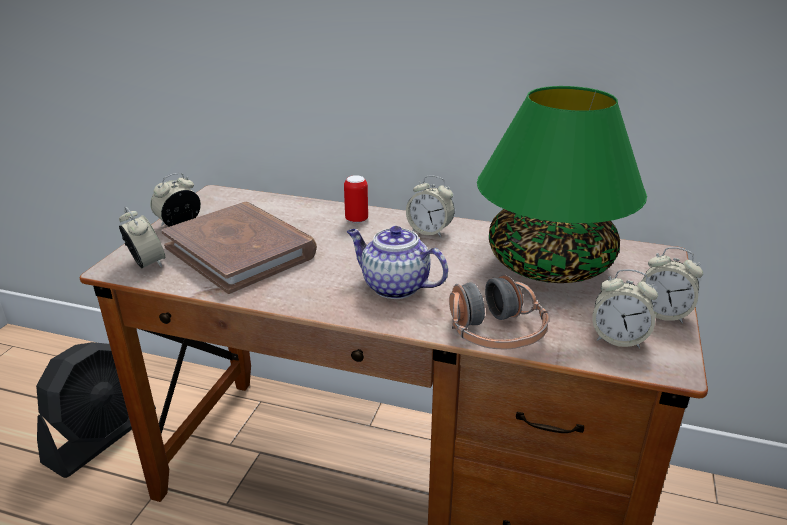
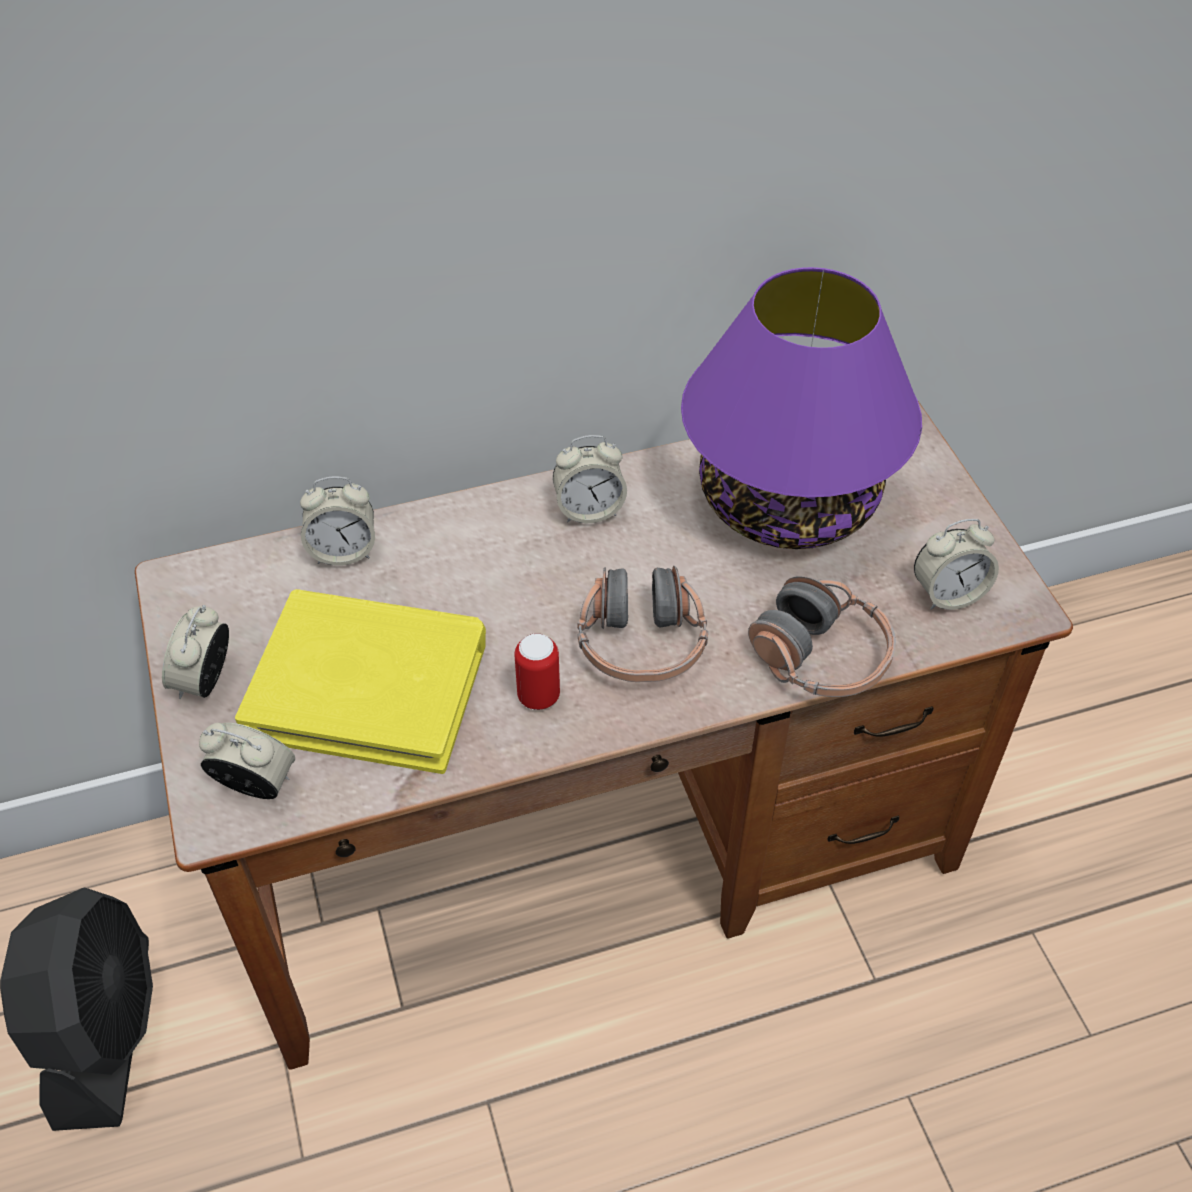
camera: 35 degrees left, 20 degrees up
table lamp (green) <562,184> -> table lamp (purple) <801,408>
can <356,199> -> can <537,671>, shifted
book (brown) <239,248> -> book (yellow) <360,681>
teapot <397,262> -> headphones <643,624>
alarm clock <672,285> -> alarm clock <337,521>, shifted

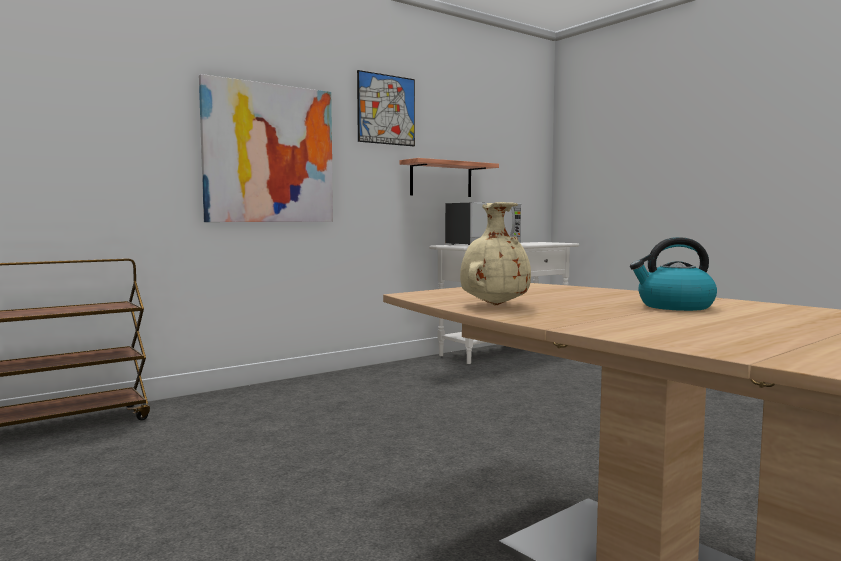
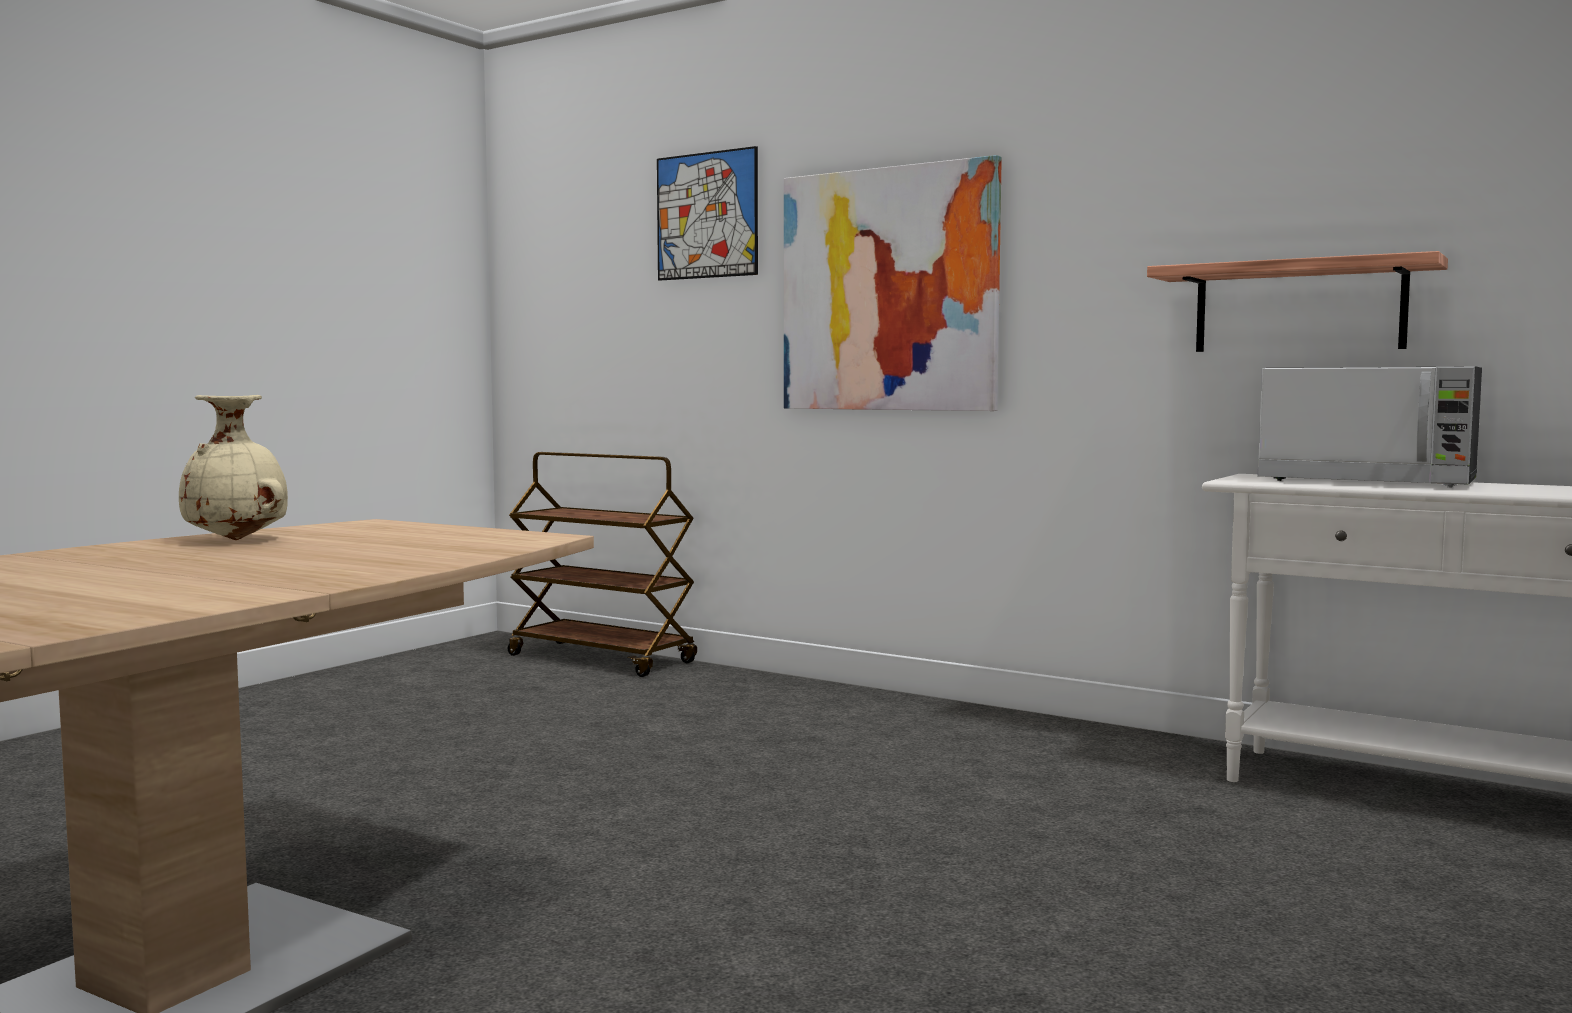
camera: 70 degrees right, 0 degrees up
picture <386,108> -> picture <707,213>, shifted
kettle <673,274> -> none

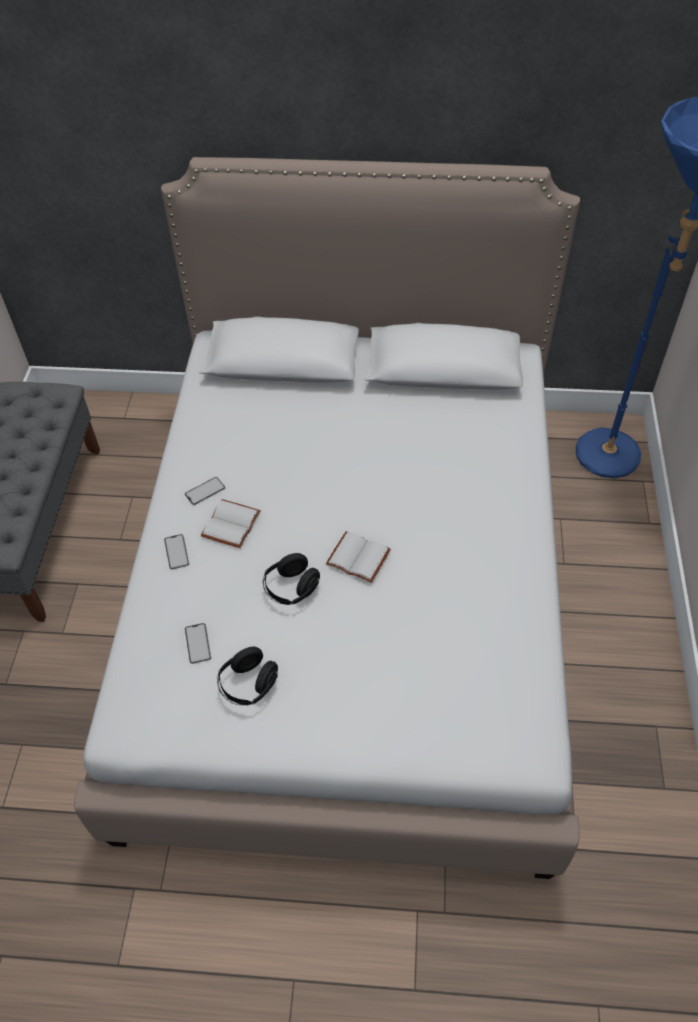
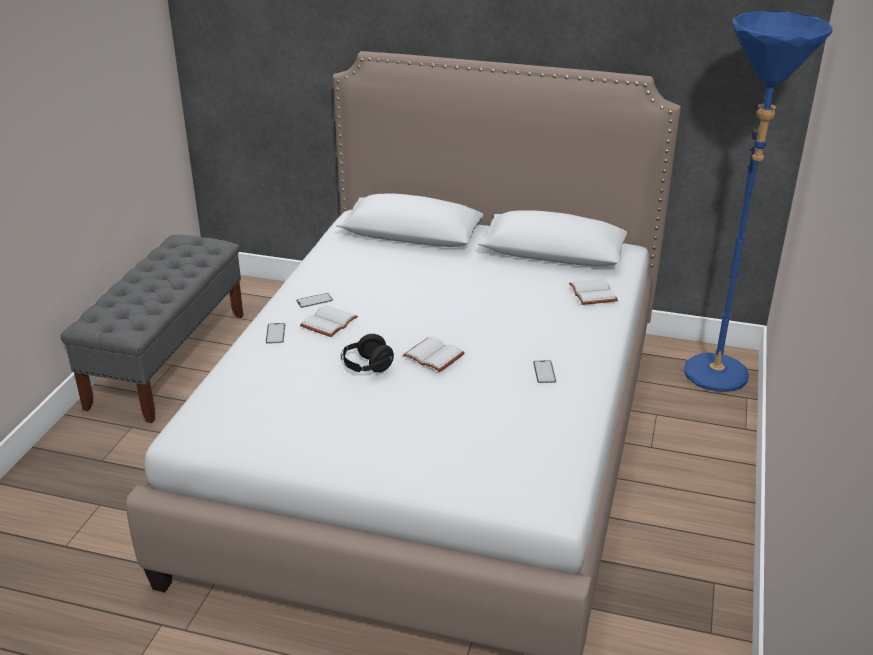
camera: 10 degrees right, 20 degrees down
phone <198,643> -> phone <544,372>, shifted
headphones (black) <247,676> -> none
none -> book (white) <593,292>

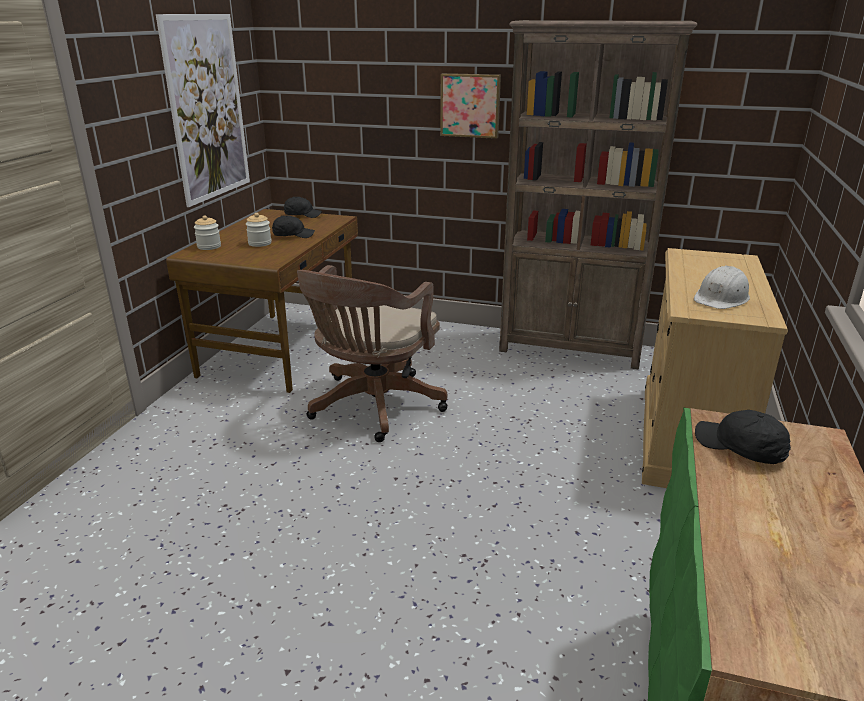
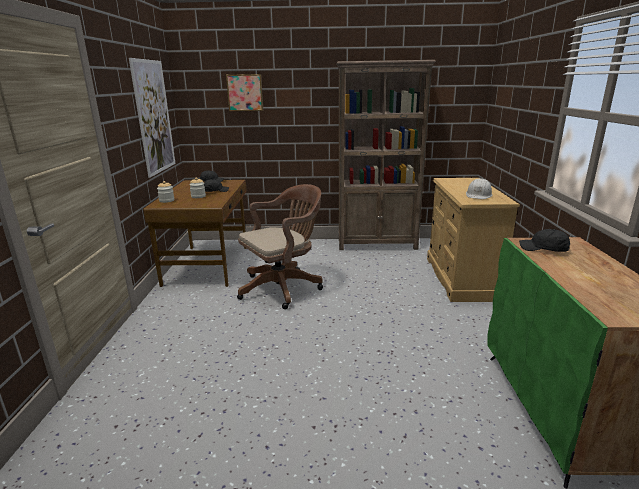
camera: 15 degrees left, 5 degrees down
picture <470,106> -> picture <244,92>, shifted
office chair (brown) <372,353> -> office chair (brown) <280,246>, 135 degrees counterclockwise

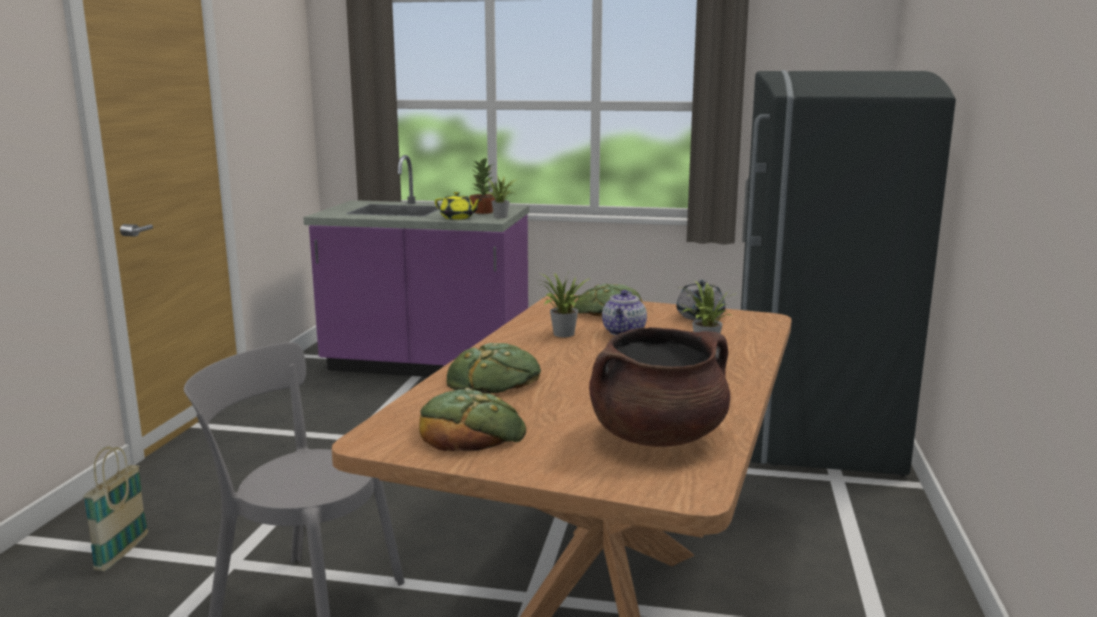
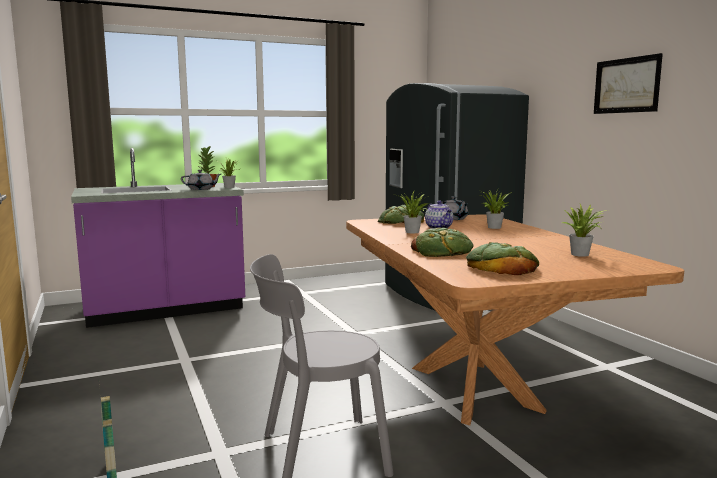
camera: 35 degrees left, 5 degrees down
teapot (yellow) <458,206> -> teapot (grey) <201,180>
cooking pot (brown) <659,387> -> potted plant <584,230>
none -> picture <628,83>

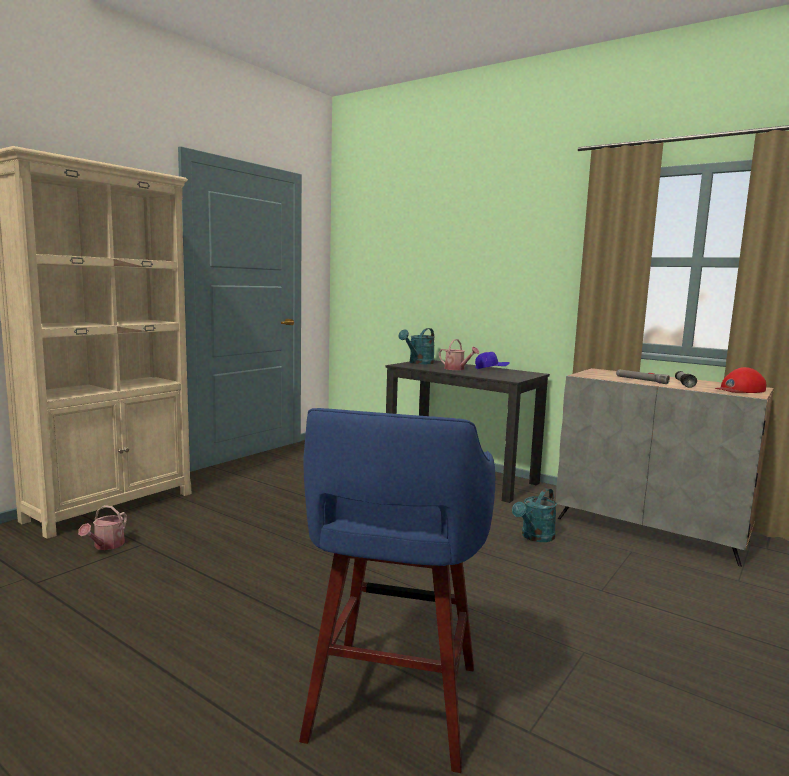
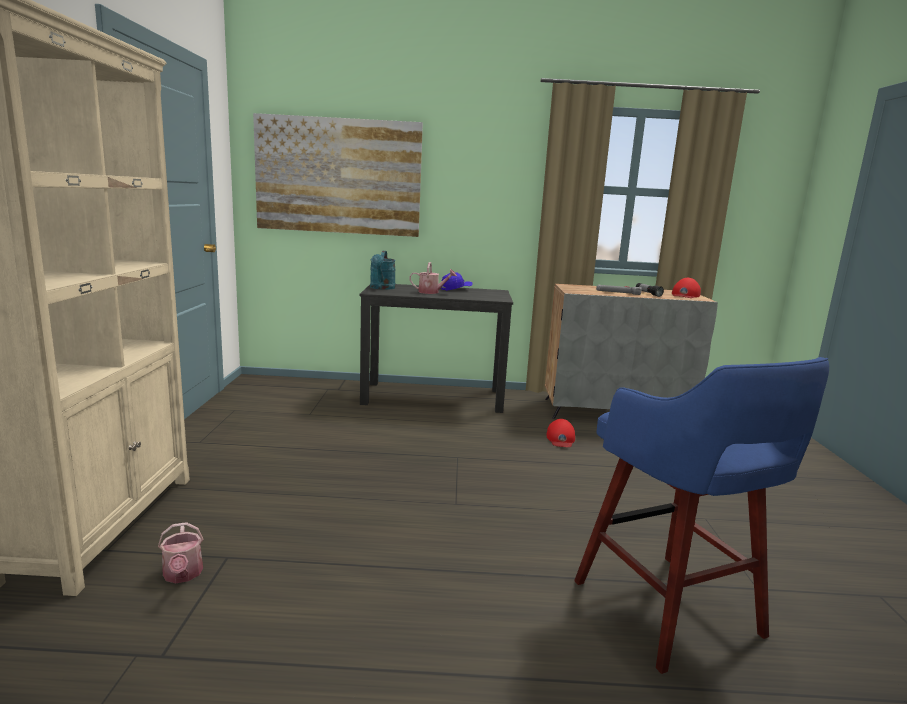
camera: 35 degrees left, 5 degrees up
watering can (turquoise) <534,515> -> cap (red) <560,433>
none -> picture <338,175>

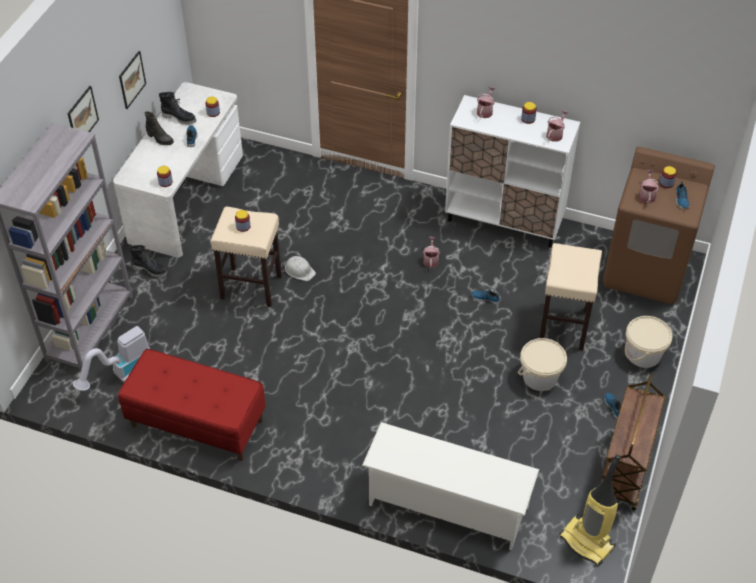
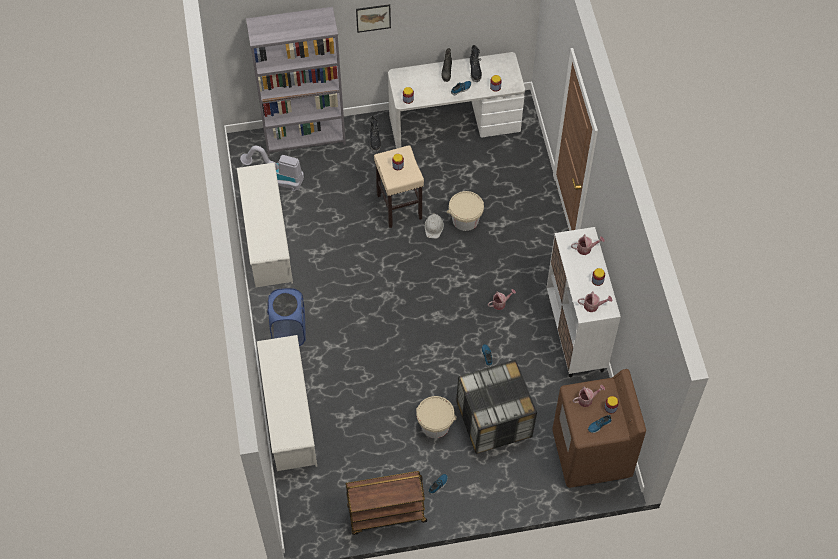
camera: 60 degrees right, 10 degrees up
picture <132,80> -> none
stool (beige) <571,296> -> storage box <496,407>
bucket (beige) <648,342> -> bucket (beige) <465,211>, shifted
bench (red) <192,405> -> shoe rack (white) <265,225>
vacuum cleaner <590,510> -> none
none -> laundry basket (blue) <286,317>

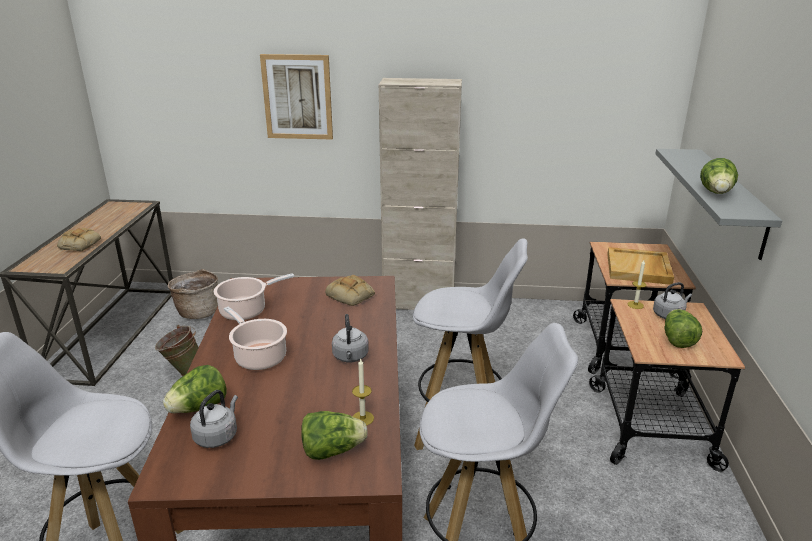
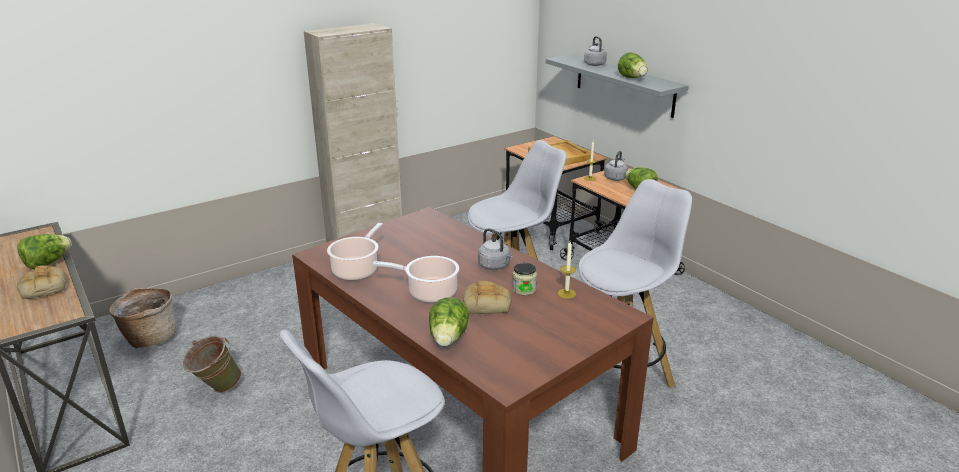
camera: 40 degrees left, 0 degrees up
picture <296,96> -> none
bread <350,290> -> bread <487,297>, shifted
kettle (grey) <214,419> -> kettle (grey) <595,51>, shifted
lettuce <334,435> -> lettuce <44,251>, shifted
none -> jar <524,279>

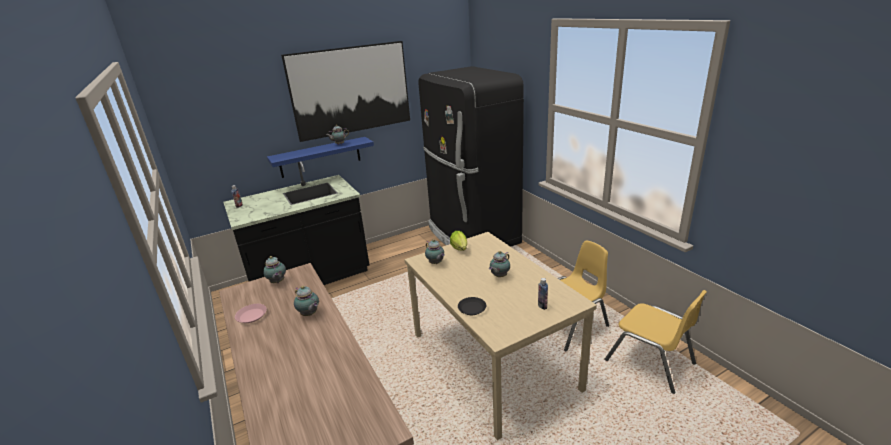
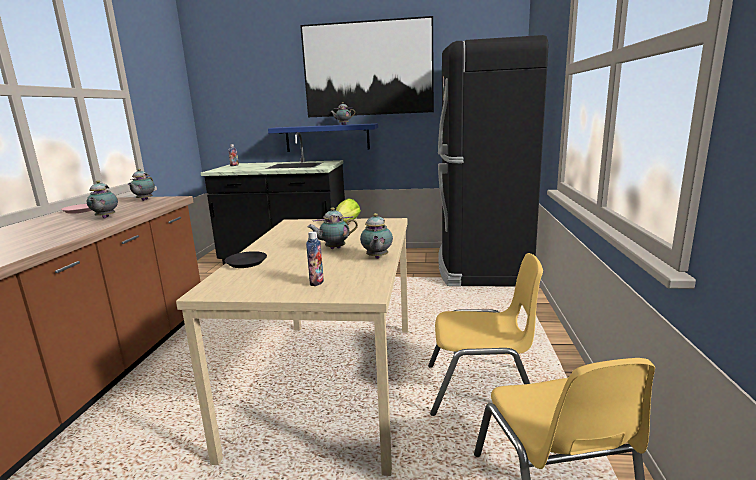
camera: 35 degrees right, 10 degrees down
teapot <435,251> -> teapot <376,236>, shifted

